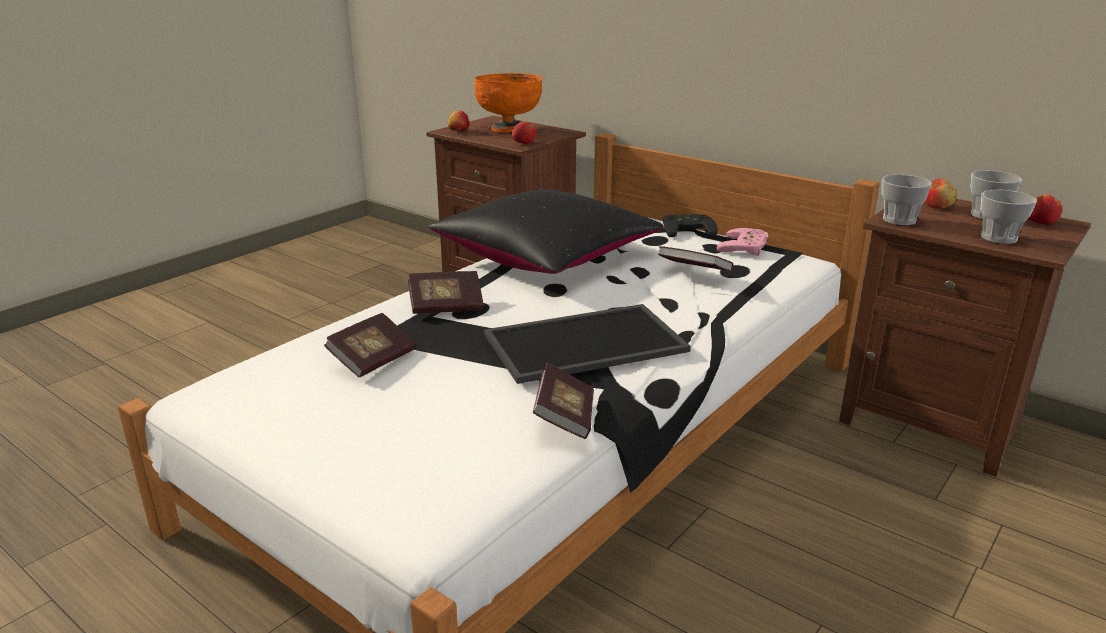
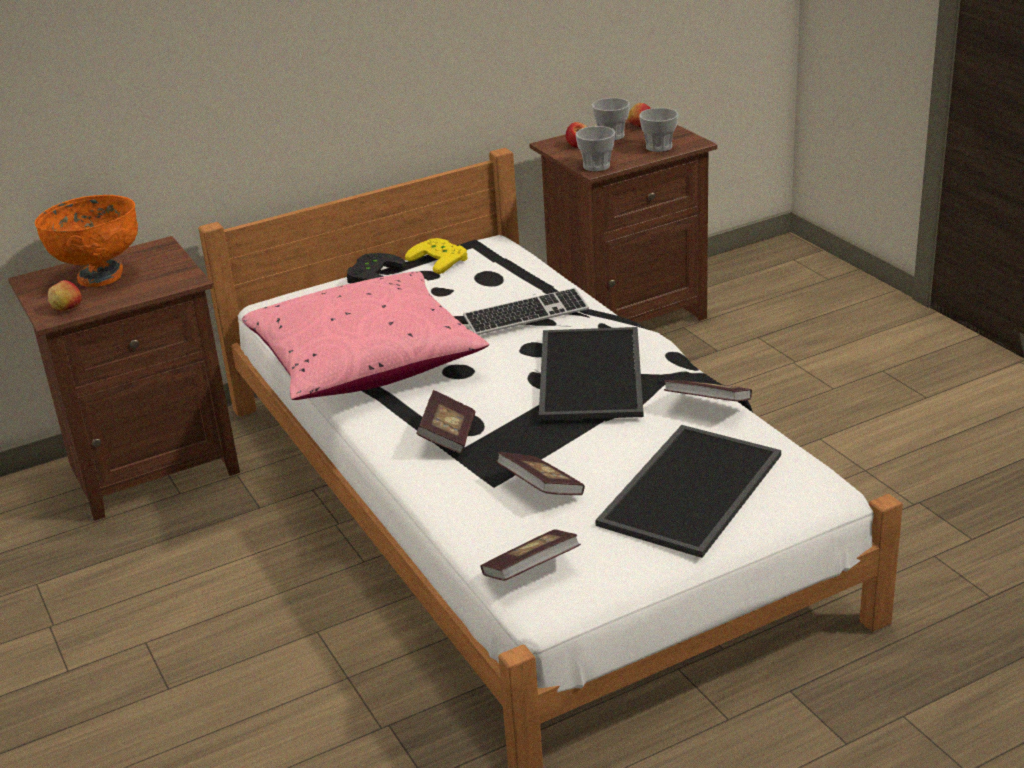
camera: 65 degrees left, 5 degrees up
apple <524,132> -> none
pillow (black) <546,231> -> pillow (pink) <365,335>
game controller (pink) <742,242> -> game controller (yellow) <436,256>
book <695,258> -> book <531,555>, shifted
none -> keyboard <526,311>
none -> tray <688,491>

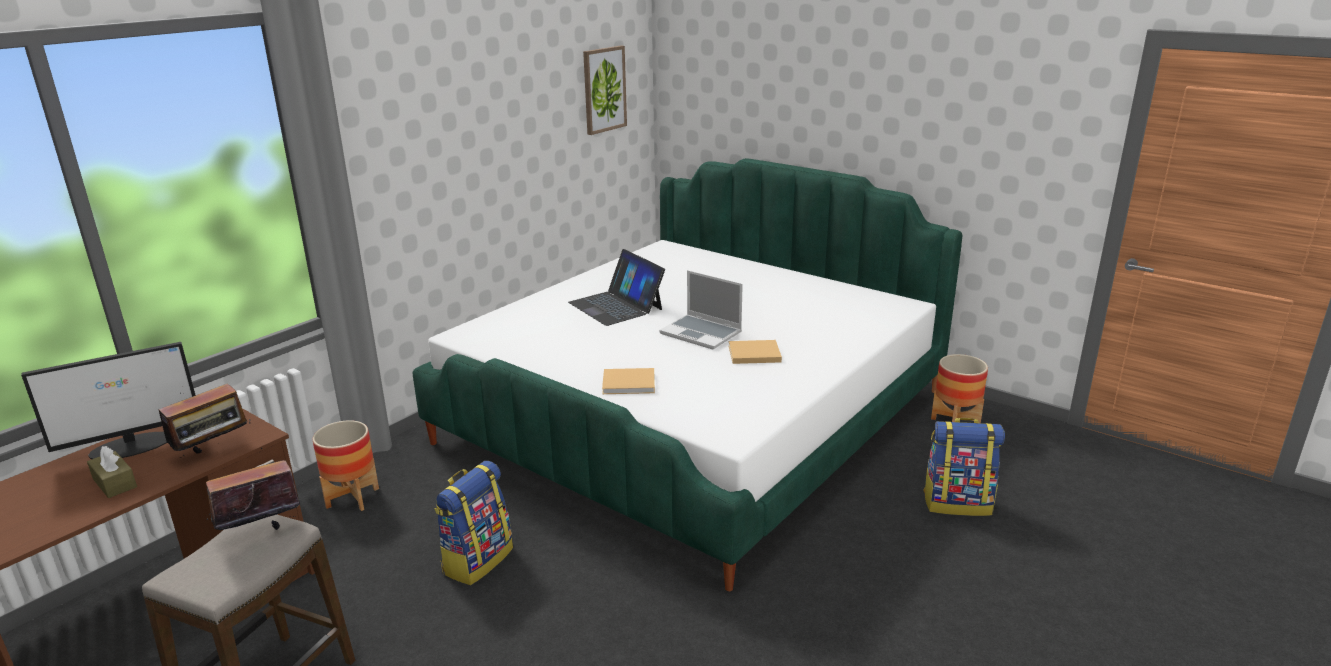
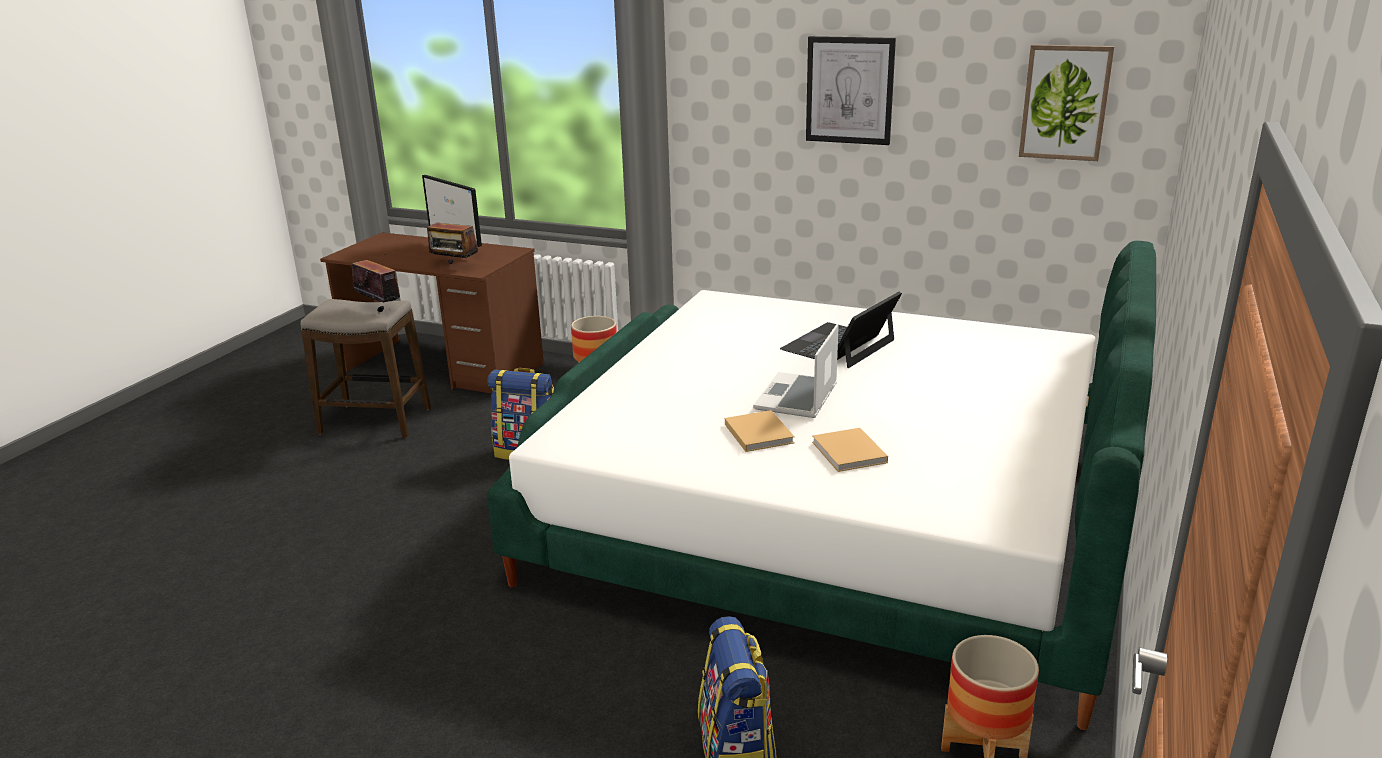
camera: 75 degrees right, 0 degrees up
book (beige) <628,381> -> book (beige) <850,450>, shifted
tissue box (brown) <112,472> -> none
none -> picture <851,90>

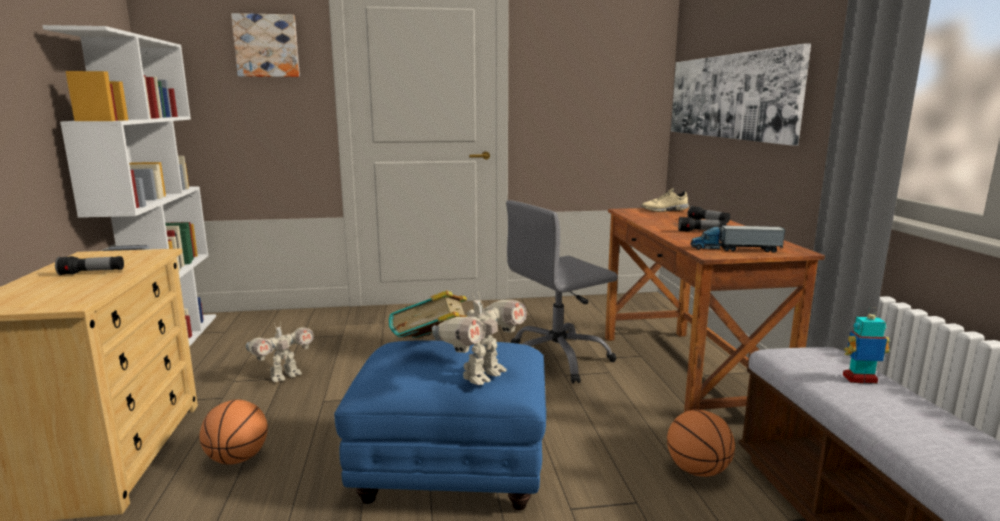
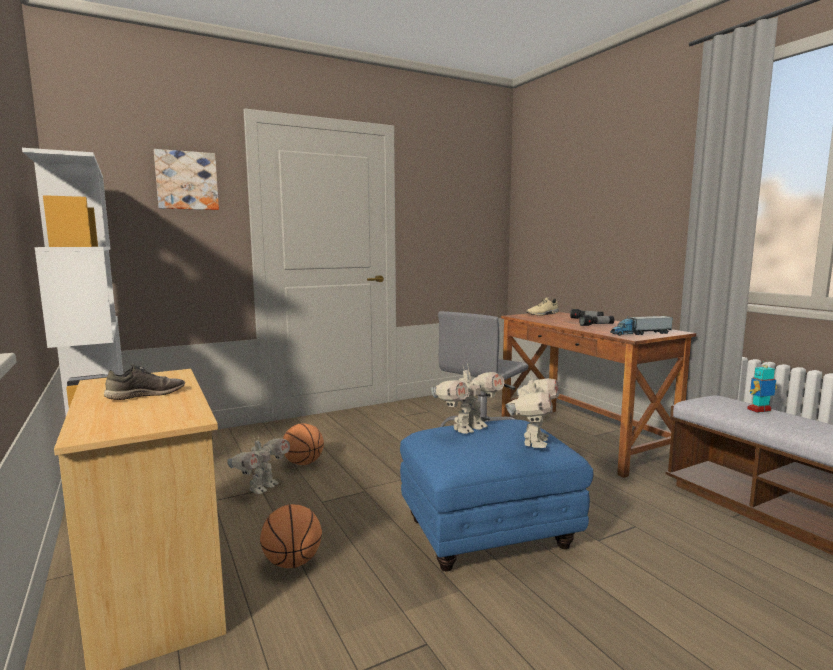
camera: 20 degrees left, 5 degrees down
picture <741,95> -> none
flashlight <89,265> -> shoe (grey) <144,382>
book <428,314> -> toy robot <468,398>
basketball <701,443> -> basketball <303,444>, shifted

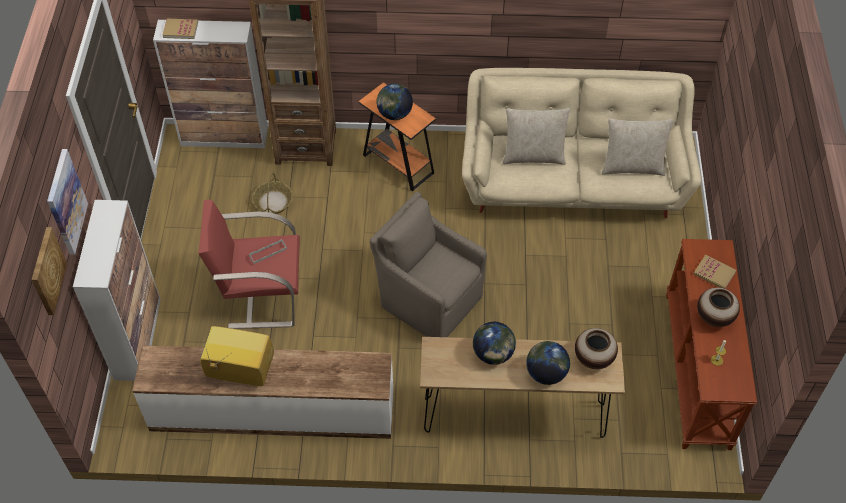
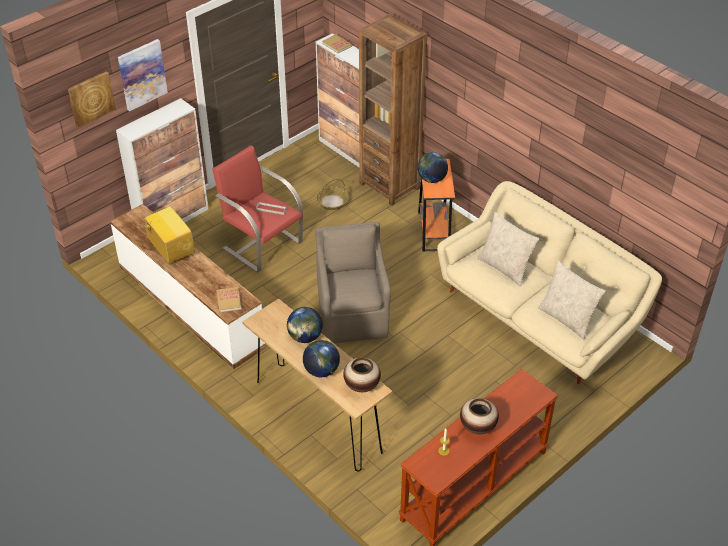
camera: 45 degrees right, 10 degrees down
book <715,272> -> book <229,299>, shifted

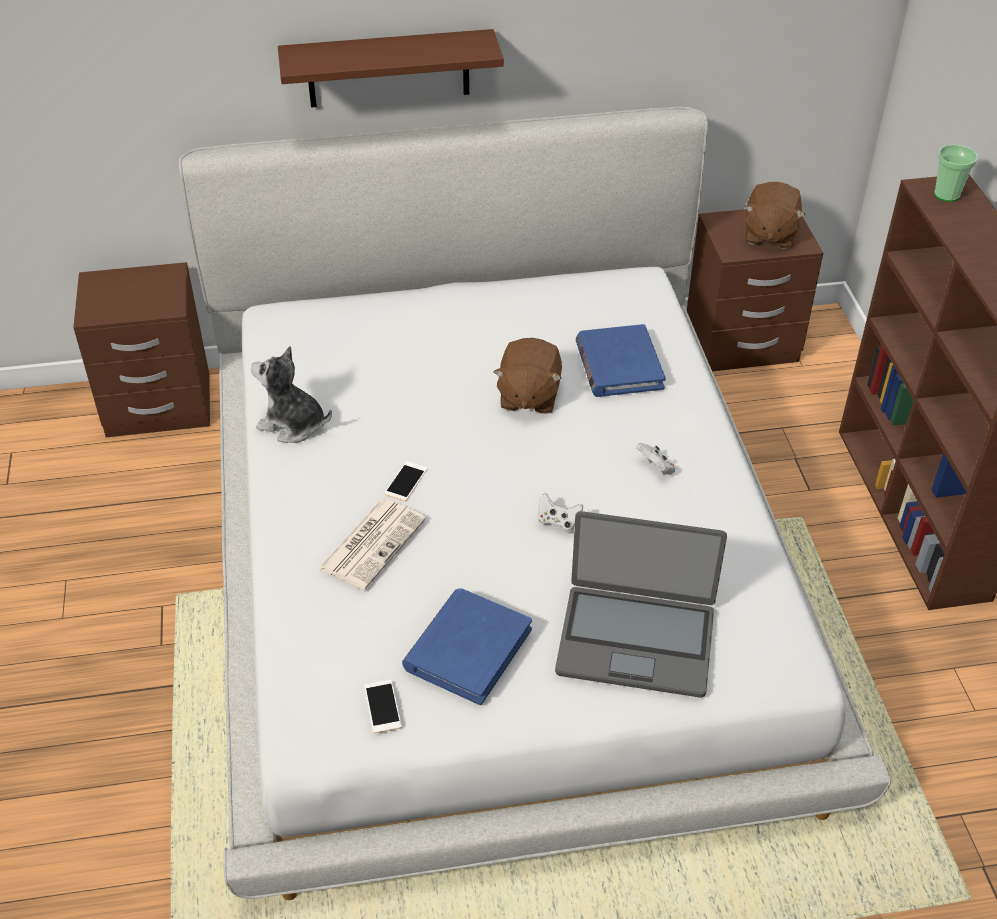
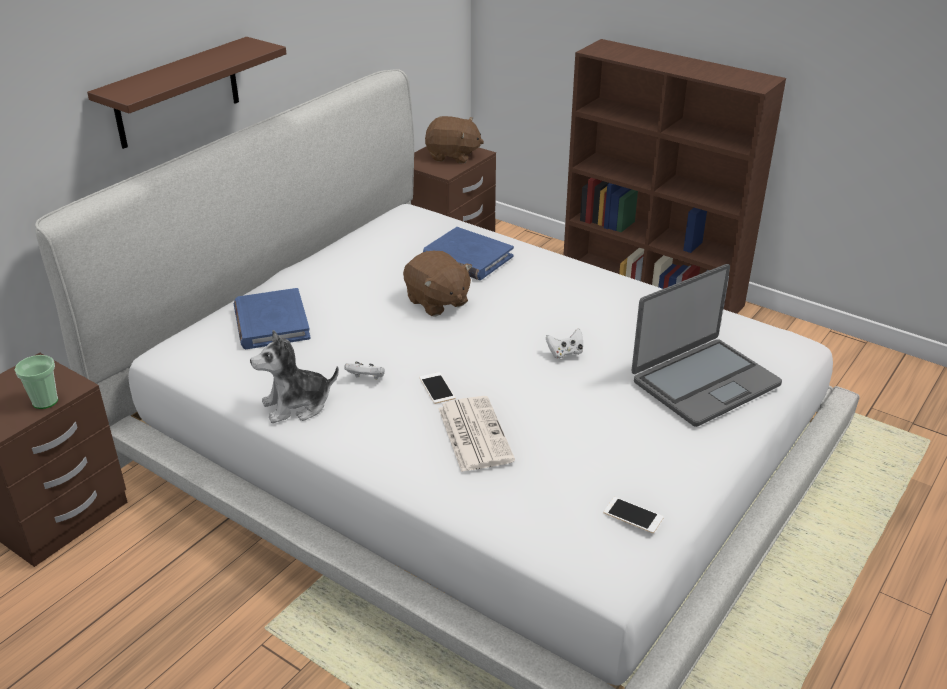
camera: 45 degrees left, 10 degrees down
cup <956,173> -> cup <36,382>, shifted
plush toy (brown) <774,215> -> plush toy (brown) <454,139>, 45 degrees counterclockwise
game controller (white) <655,458> -> game controller (white) <365,370>, shifted
book (blue) <467,646> -> book (blue) <272,318>, shifted

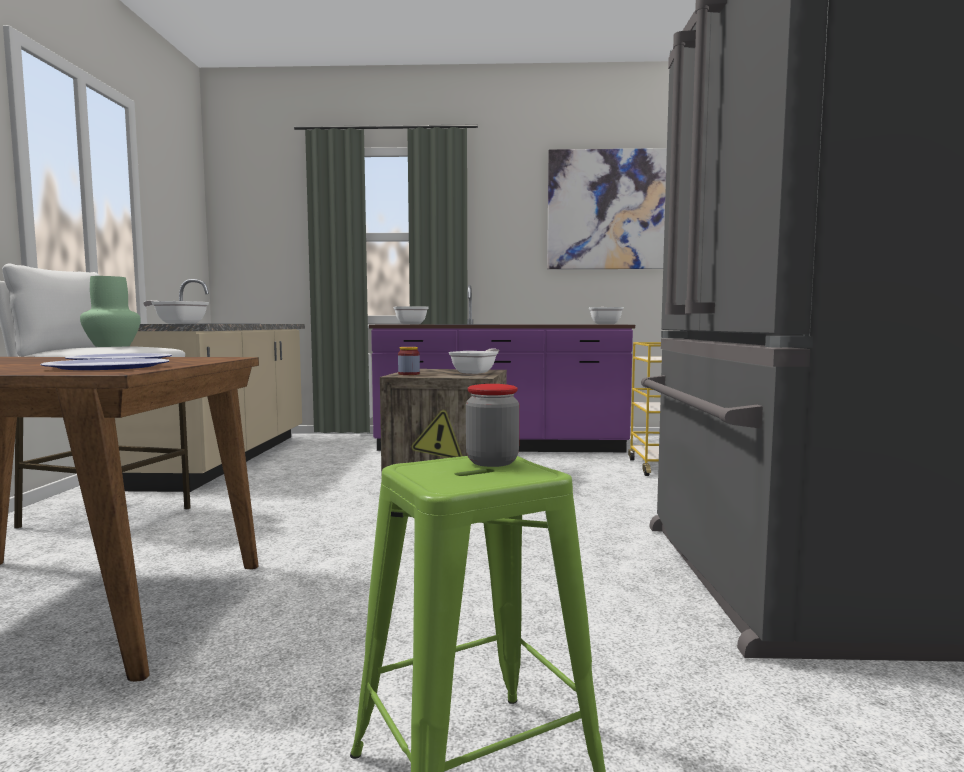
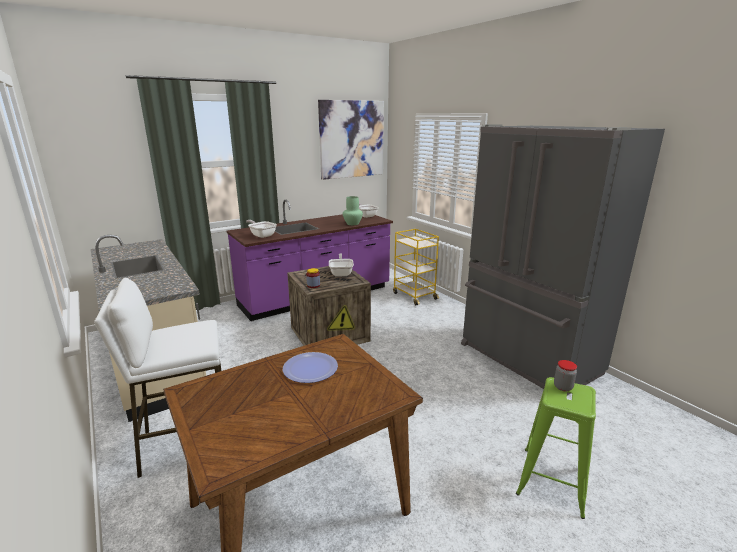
camera: 35 degrees left, 15 degrees up
vase (green) <110,311> -> vase (green) <353,210>, shifted
frying pan <176,312> -> none
plate <104,364> -> none

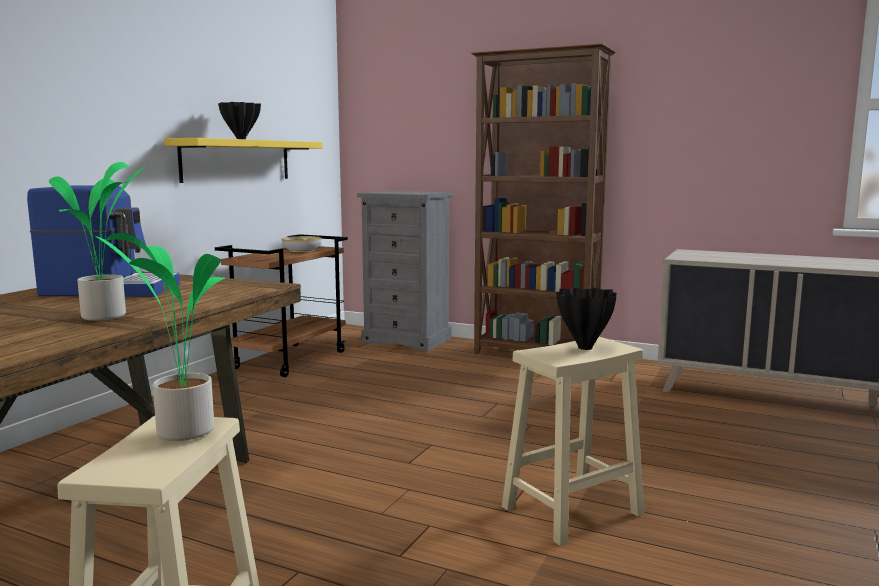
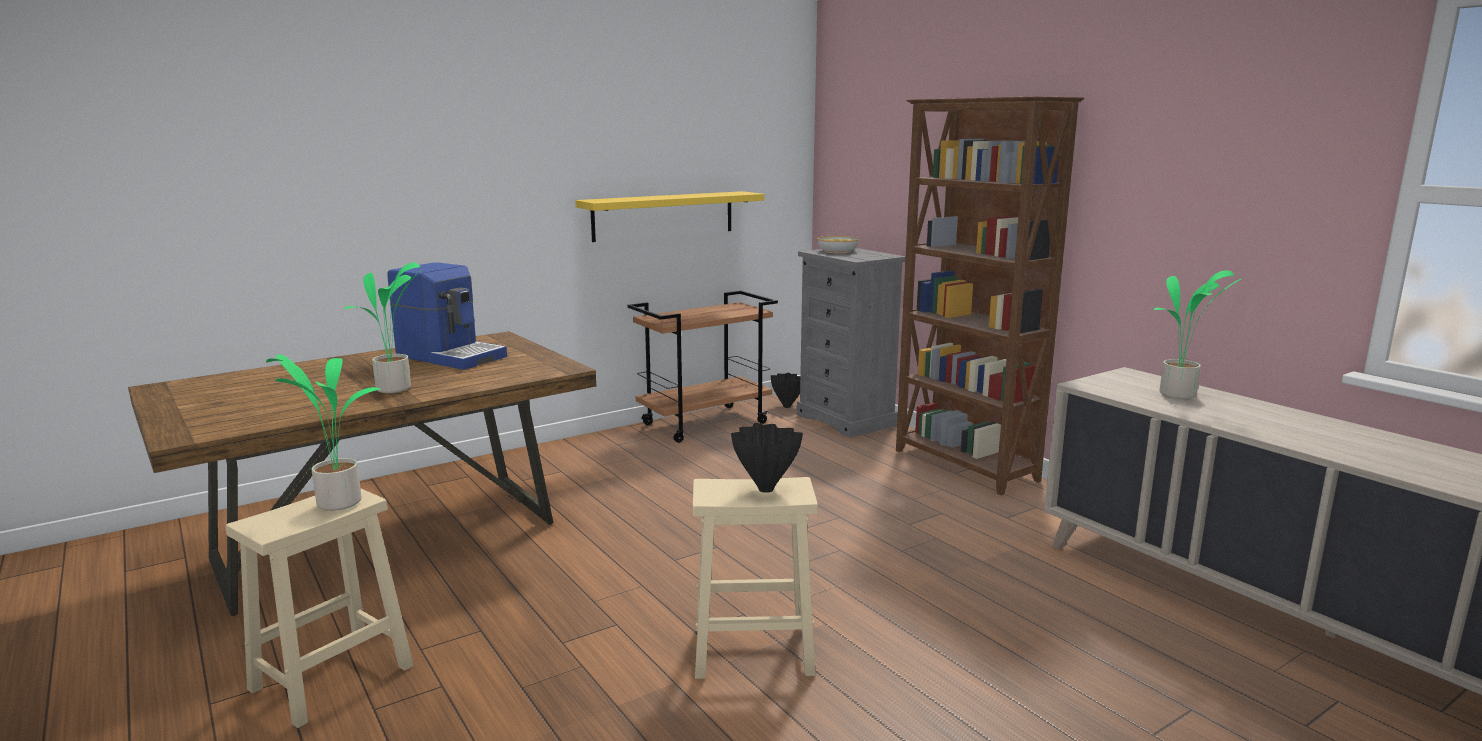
camera: 30 degrees right, 5 degrees up
vase (black) <239,120> -> vase (black) <785,390>, shifted
bowl <301,244> -> bowl <838,244>, shifted
none -> potted plant <1198,334>

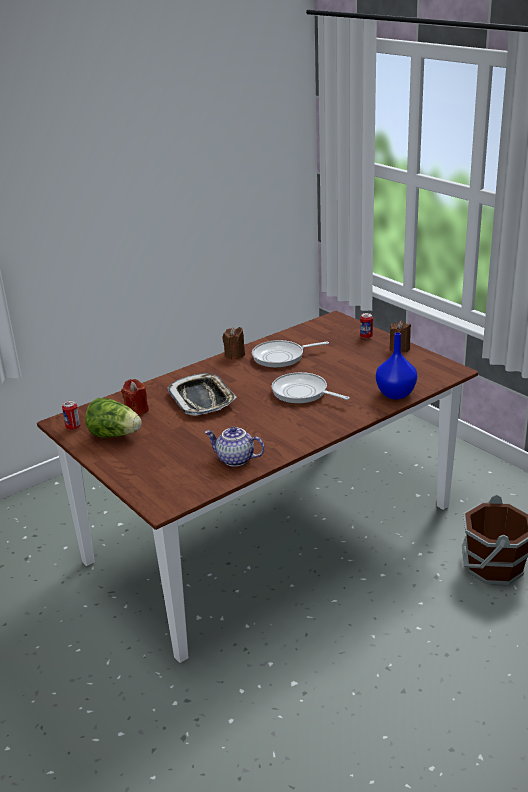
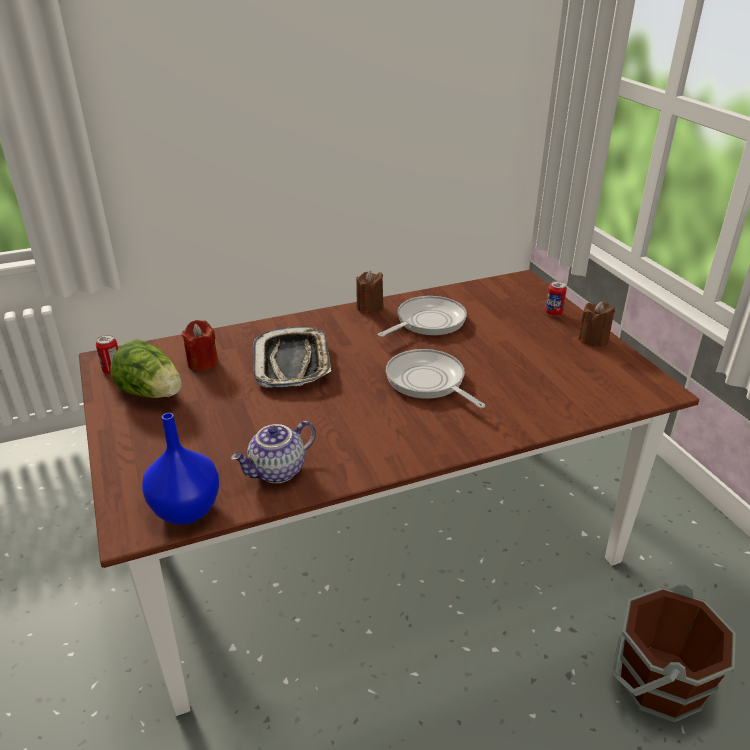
camera: 15 degrees right, 5 degrees up
vase (blue) <396,365> -> vase (blue) <180,469>, shifted
frying pan <290,354> -> frying pan <422,316>, 135 degrees clockwise
teapot <235,447> -> teapot <273,452>, 75 degrees counterclockwise

